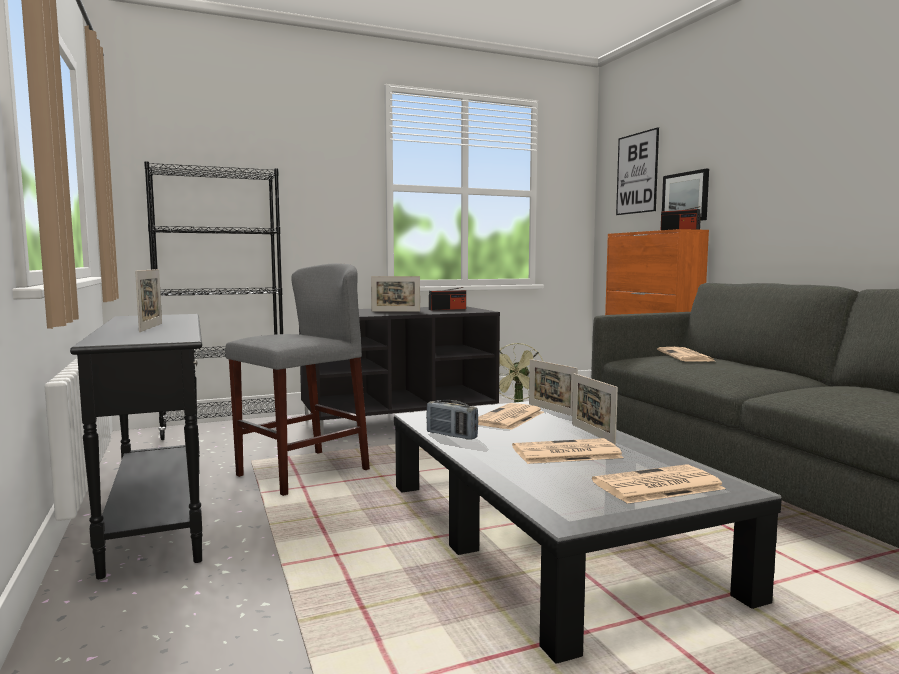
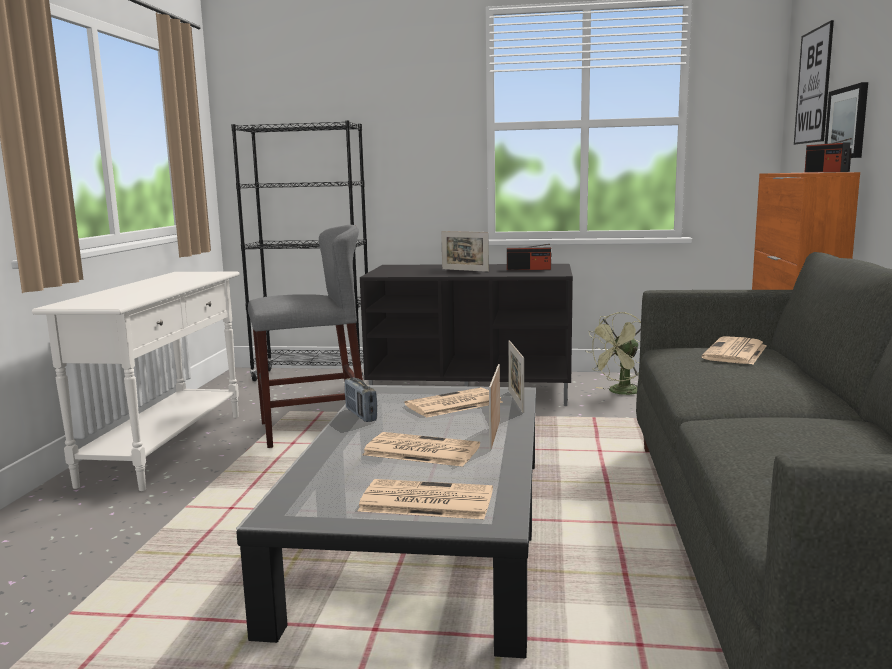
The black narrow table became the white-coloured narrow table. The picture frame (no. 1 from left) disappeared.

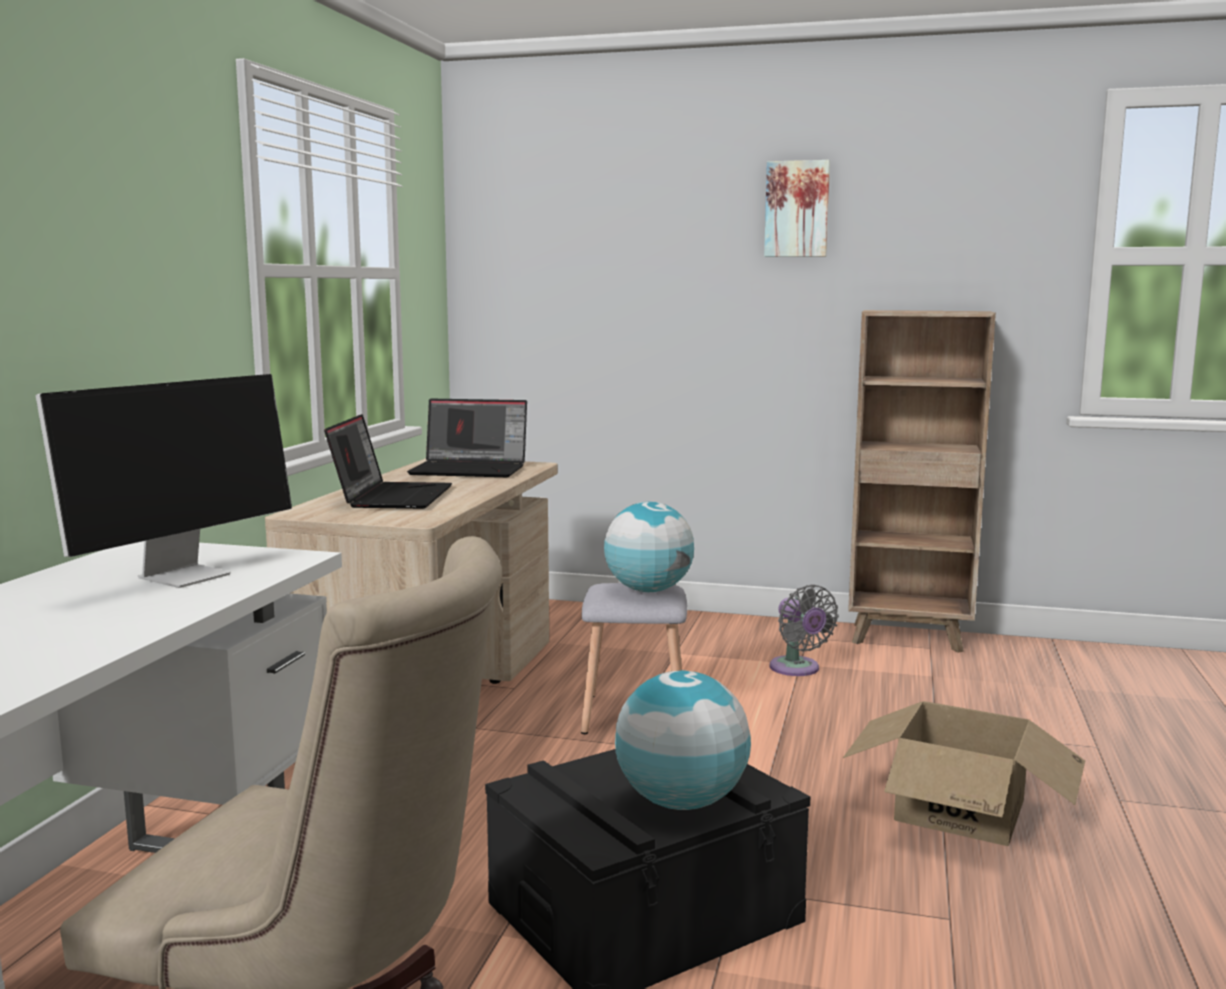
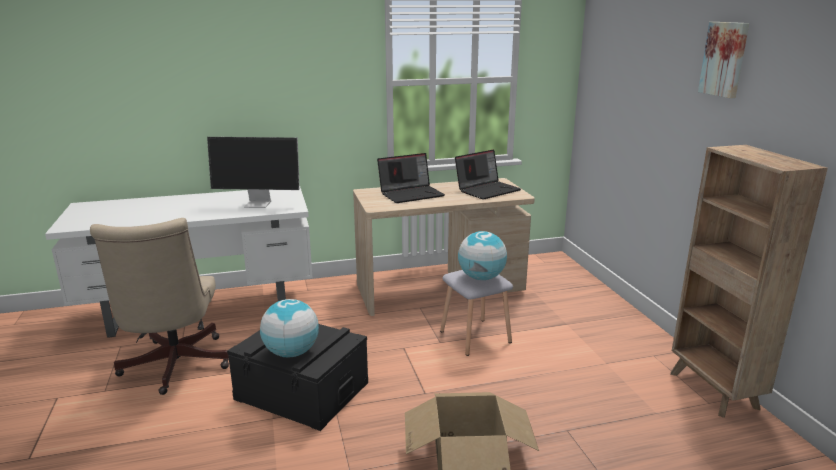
The notebook computer (no. 2 from left) turned 105 degrees counterclockwise. The gray electric fan disappeared.

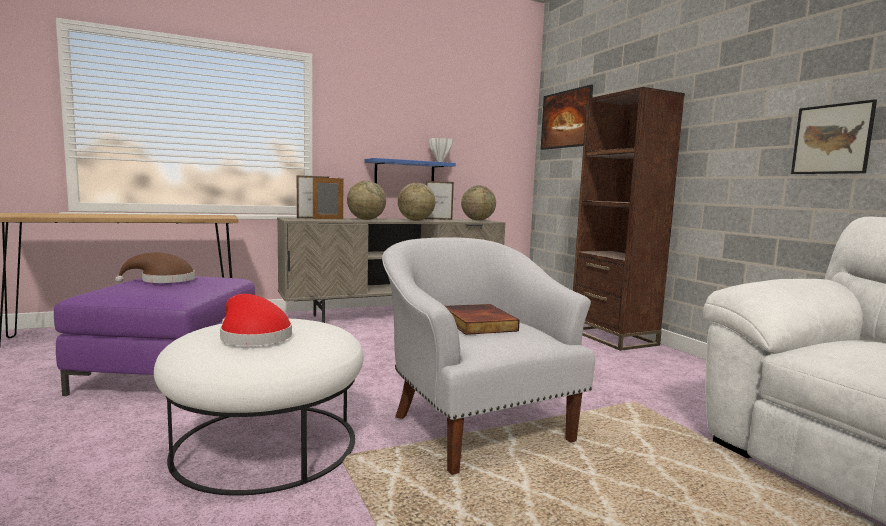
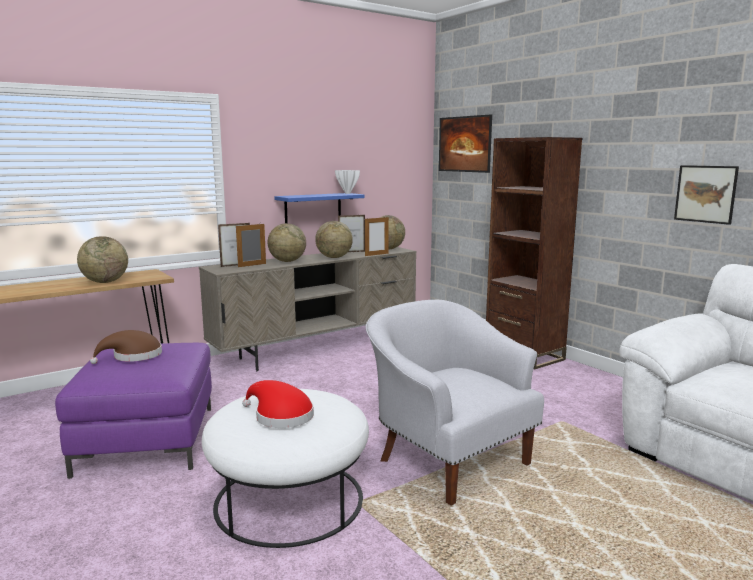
The world globe (no. 1 from left) appeared. The picture frame (no. 4 from left) appeared. The bound book disappeared.

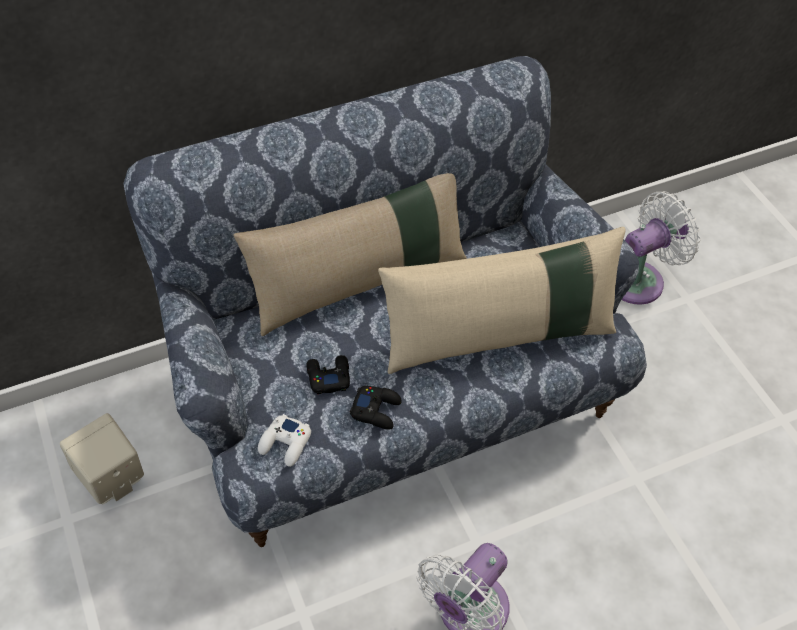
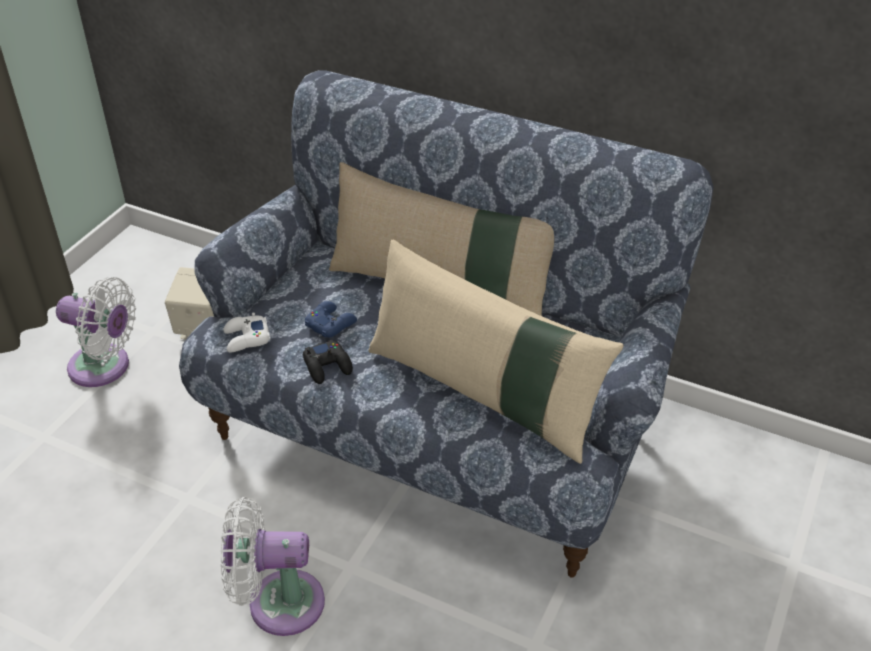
The white-coloured electric fan (no. 2 from left in the first image) moved. The black gamepad (no. 1 from left) became the blue-coloured gamepad.

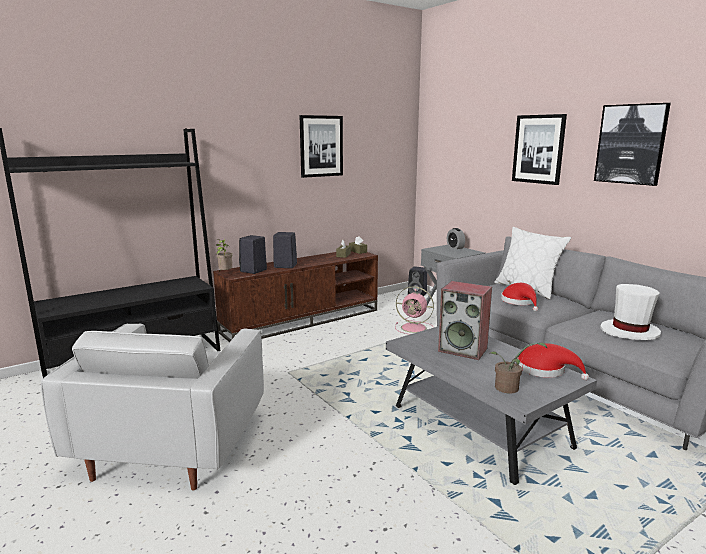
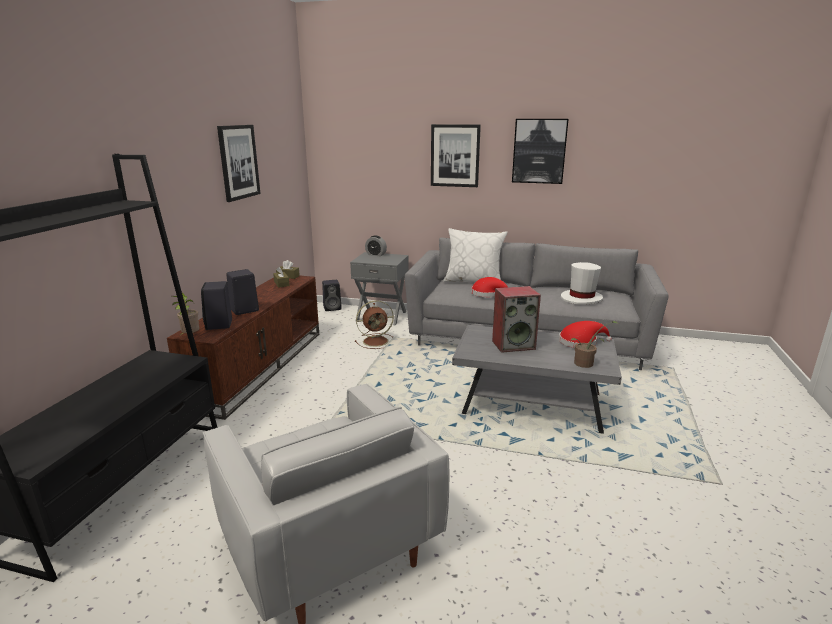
The pink electric fan became the brown electric fan.

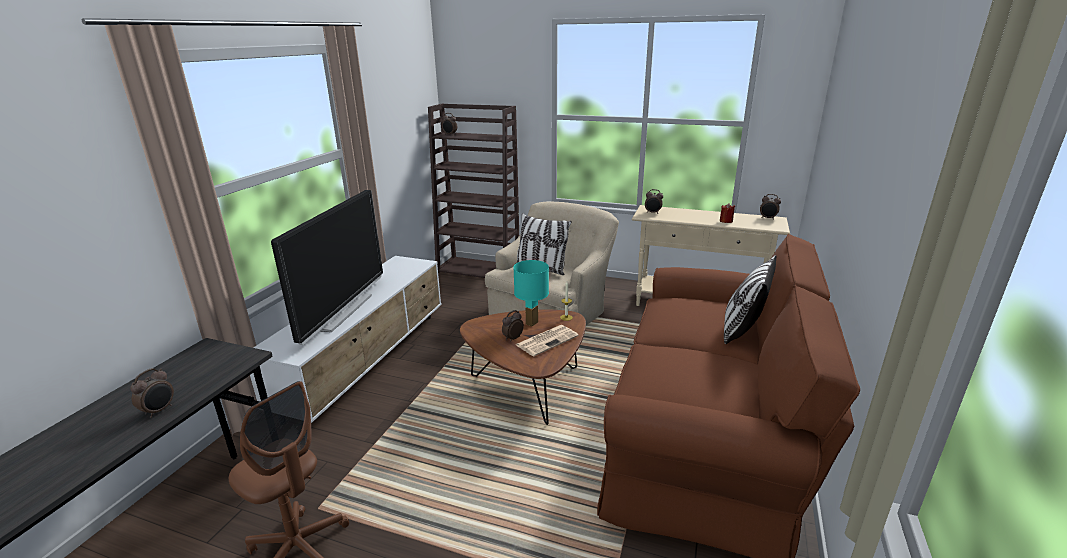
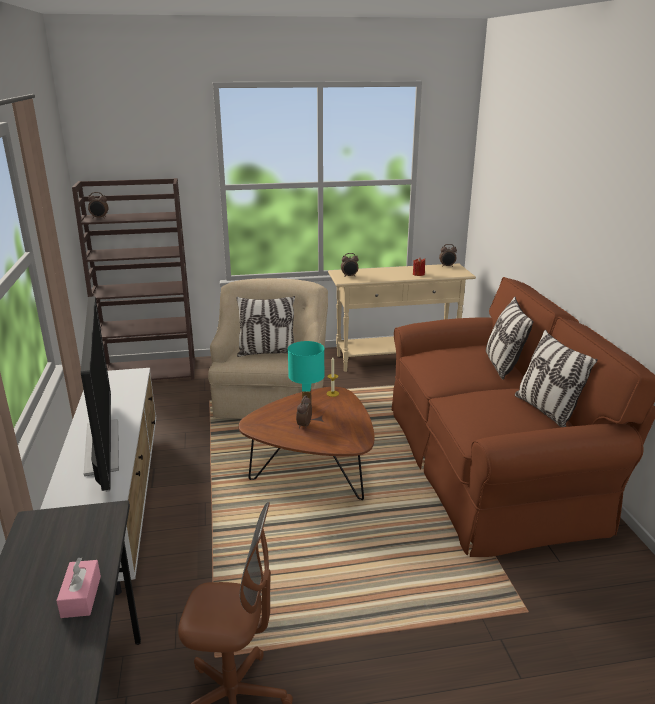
The alarm clock (no. 1 from left) was replaced by the pink box of tissues. The throw pillow (no. 3 from left) appeared. The newspaper disappeared.

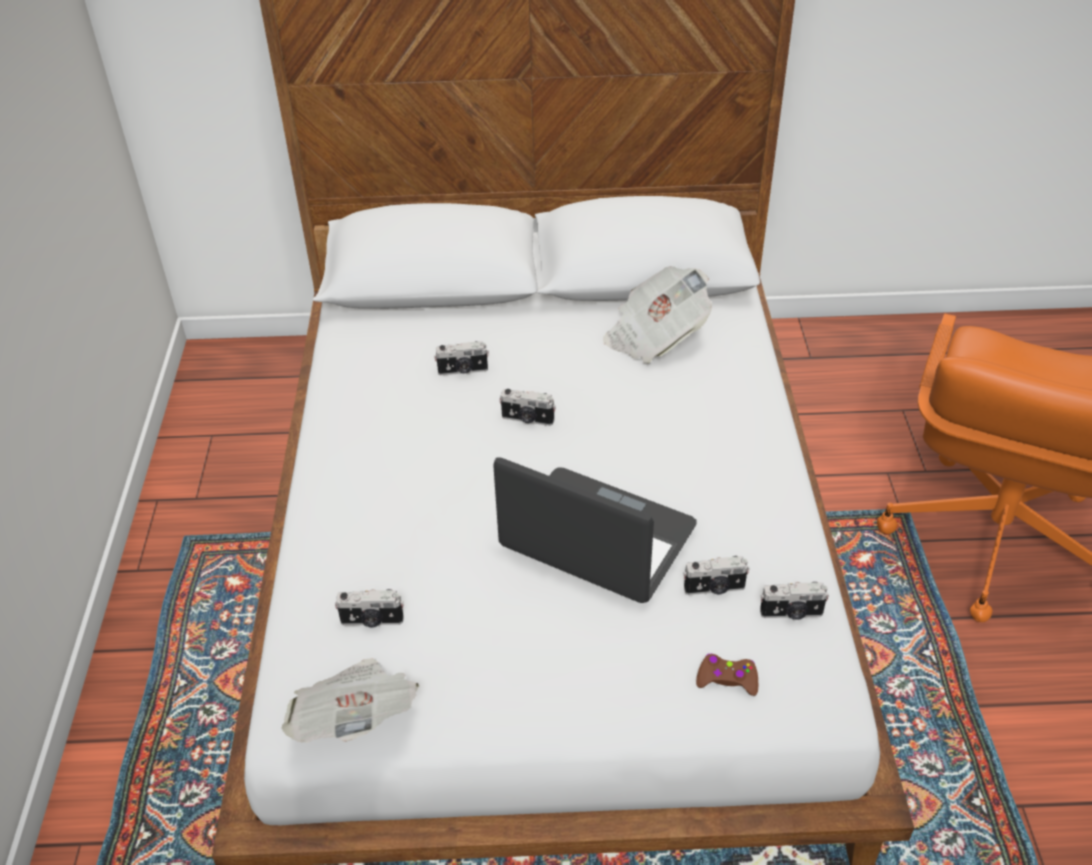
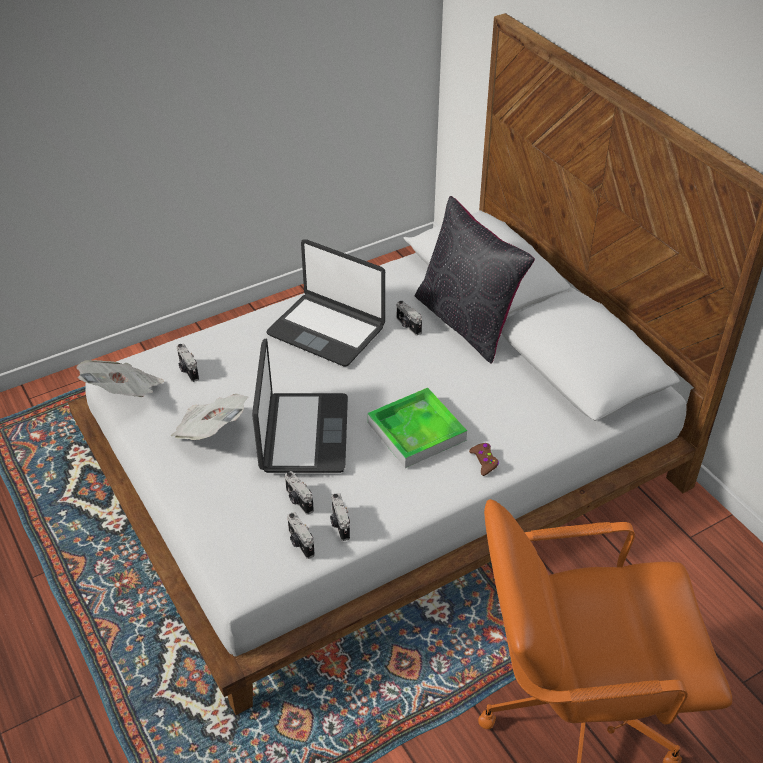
The newspaper (no. 2 from left) moved. The notebook computer (no. 2 from left) appeared. The still camera (no. 3 from left in the first image) moved. The carrying tray appeared. The black throw pillow appeared. The brown gamepad moved.

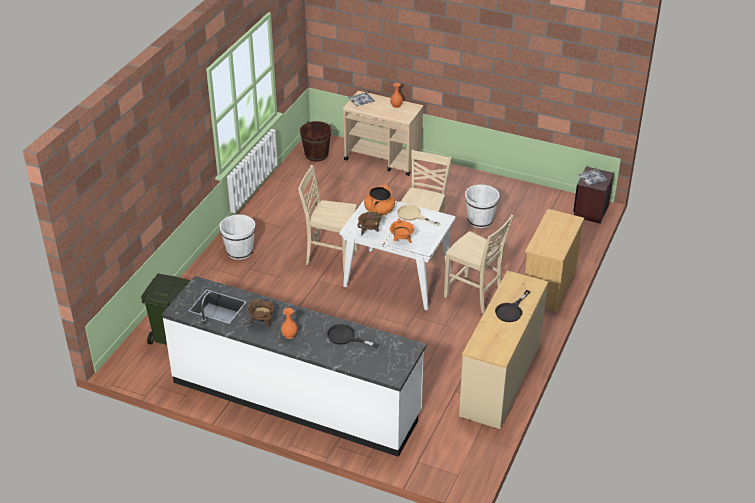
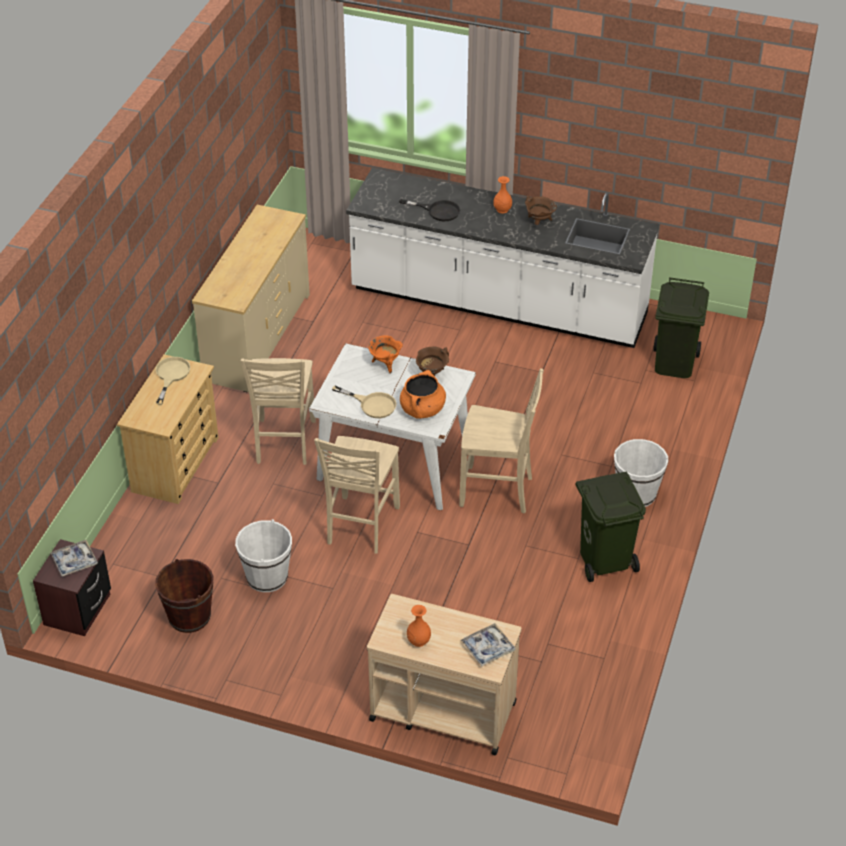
The sand-coloured pan (no. 1 from left) appeared. The brown bucket moved. The sand-coloured plain chair (no. 3 from left in the first image) turned 120 degrees counterclockwise. The green-coloured rubbish bin (no. 1 from left) appeared. The black pan (no. 2 from left) disappeared.

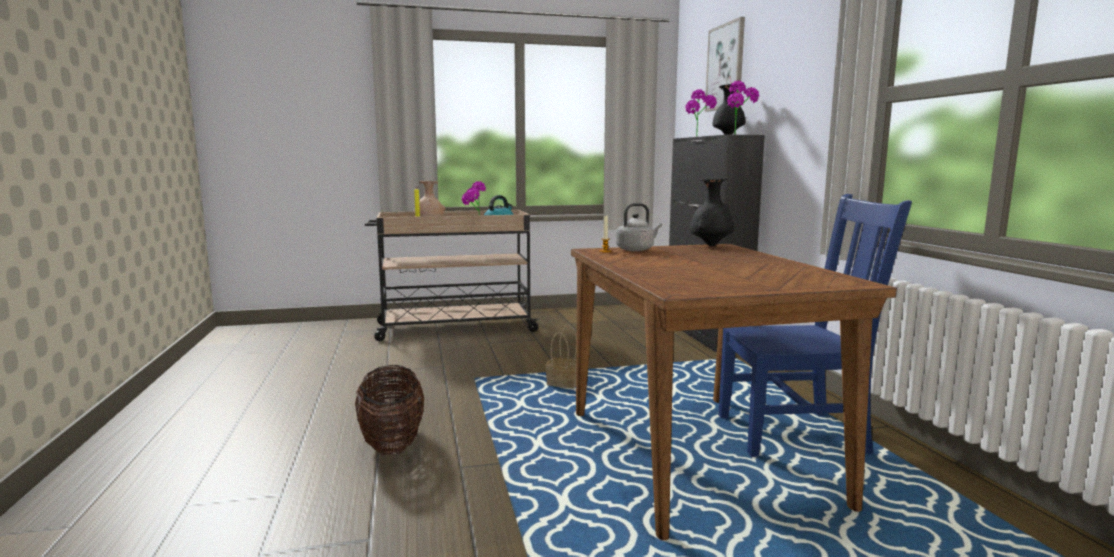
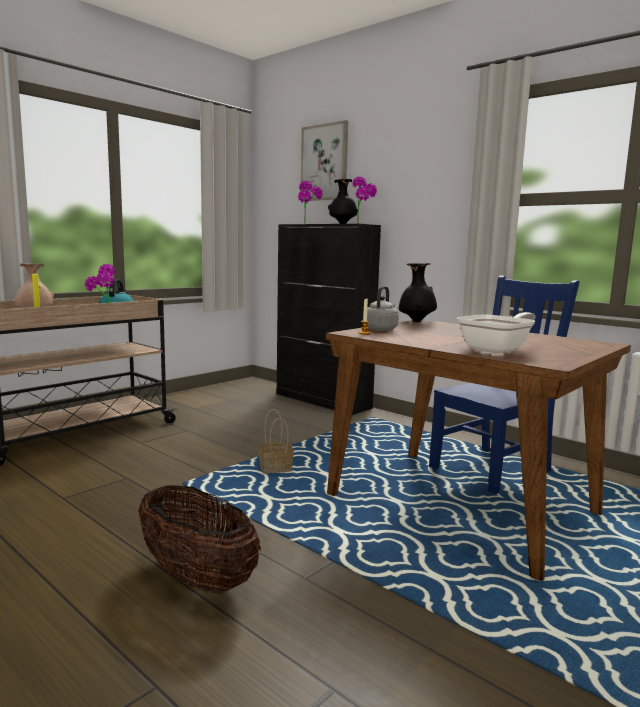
The pan appeared.

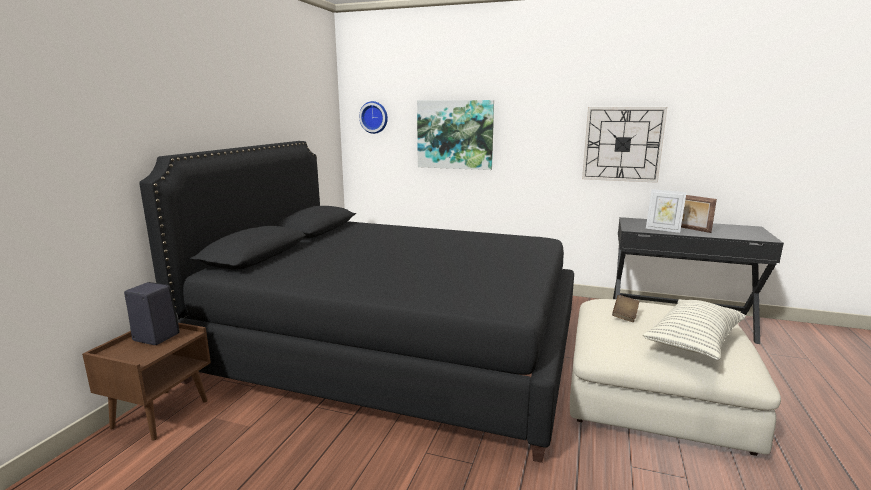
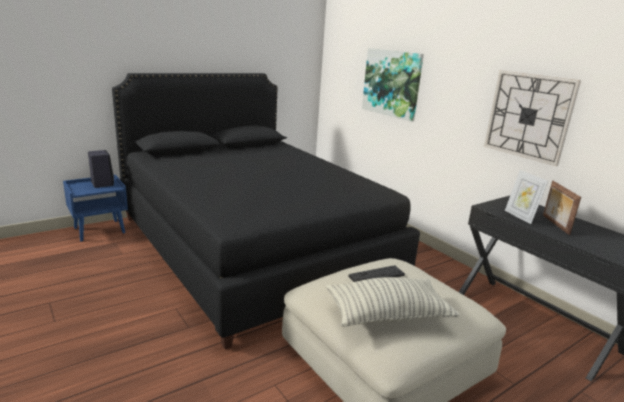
The brown nightstand became the blue-coloured nightstand. The brown bound book was replaced by the keyboard. The wall clock (no. 1 from left) disappeared.

